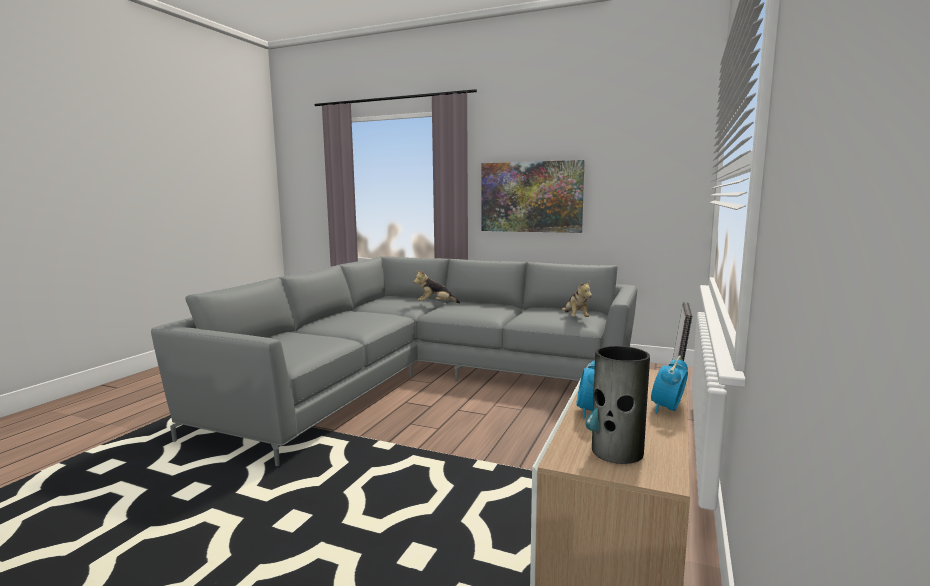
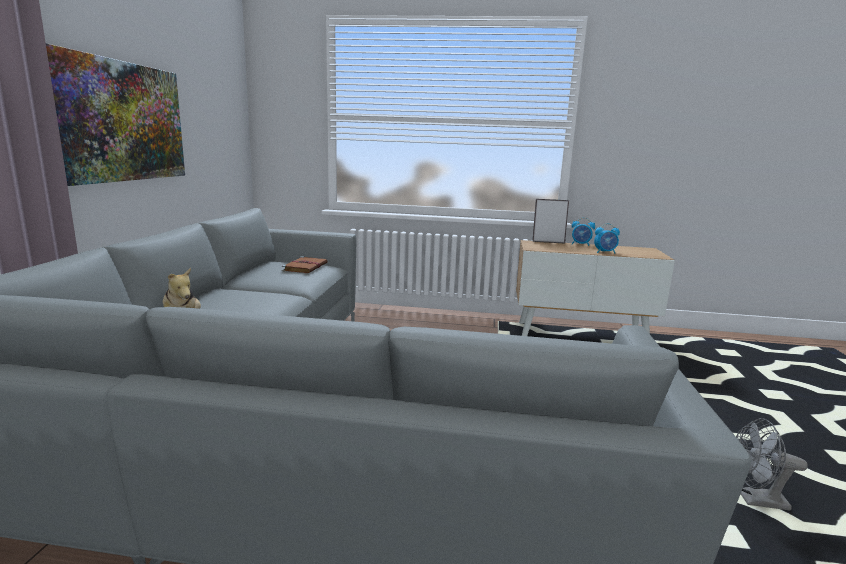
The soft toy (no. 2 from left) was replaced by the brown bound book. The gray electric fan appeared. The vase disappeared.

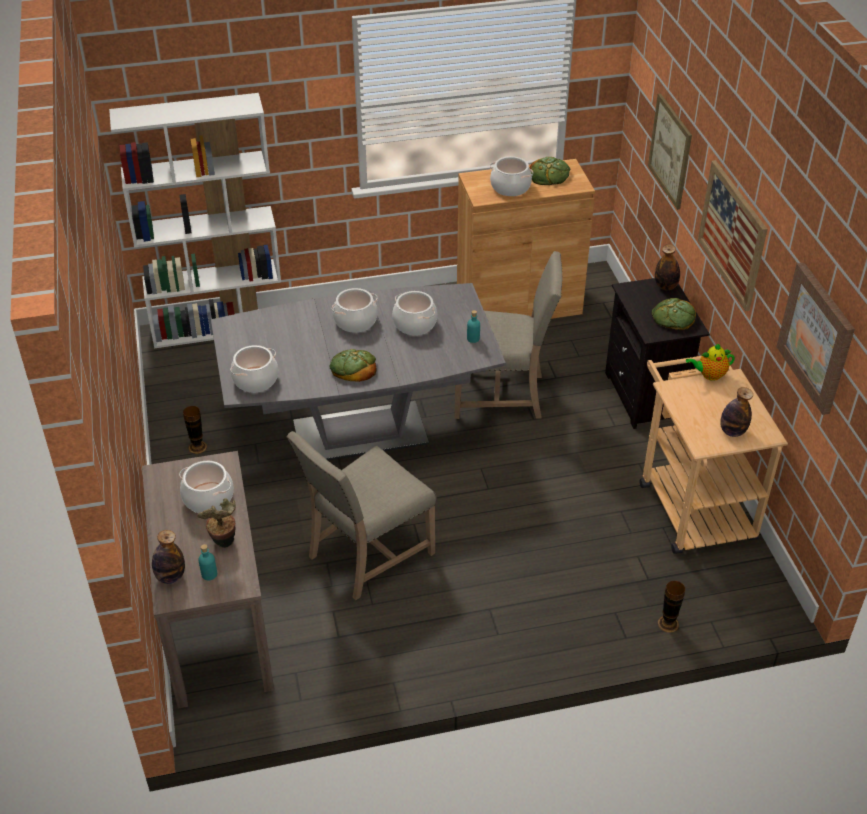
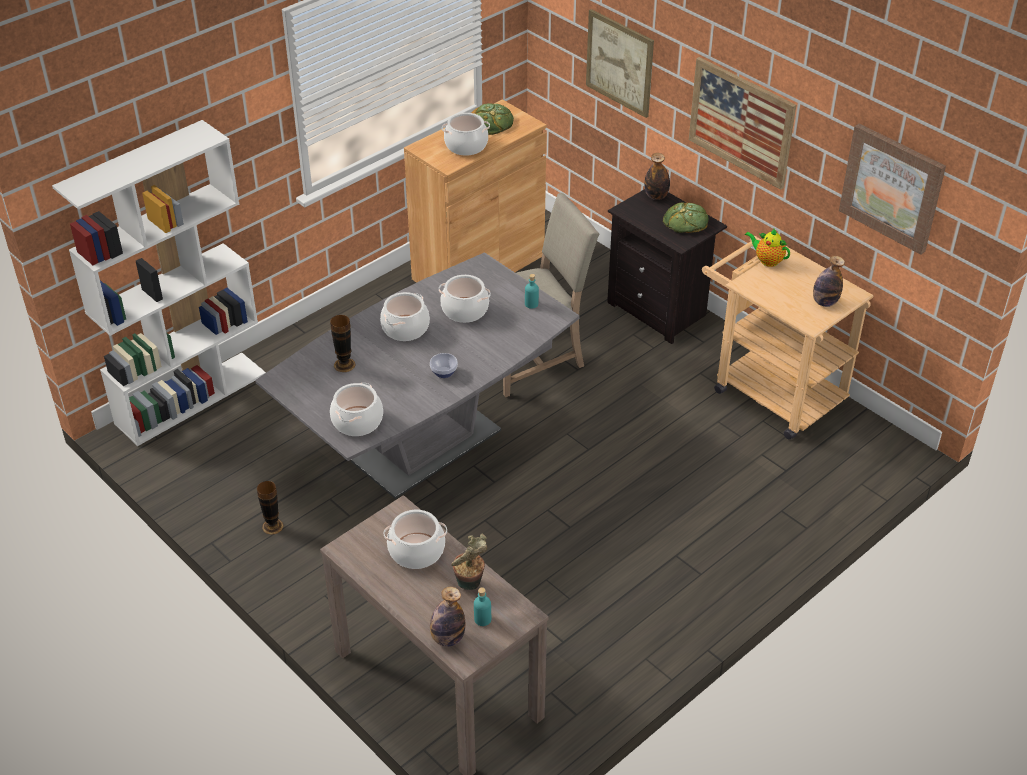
The vase (no. 2 from left) moved. The baked bread (no. 1 from left) was replaced by the bowl. The pot for tea turned 75 degrees clockwise. The sand-coloured plain chair (no. 1 from left) disappeared.

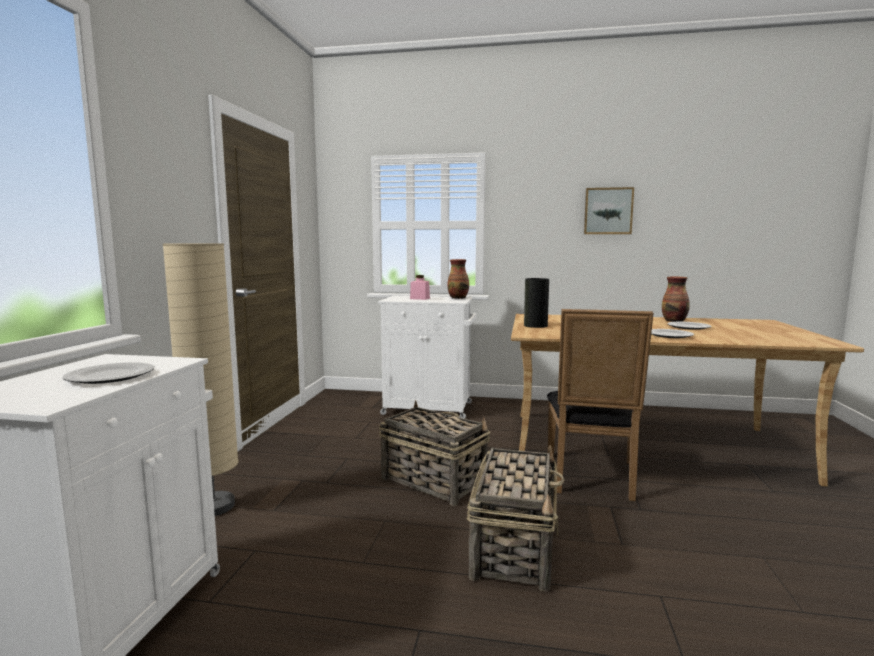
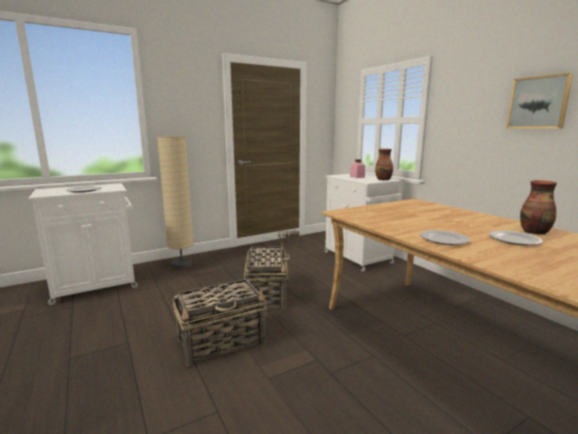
The vase (no. 2 from left) disappeared. The black plain chair disappeared.

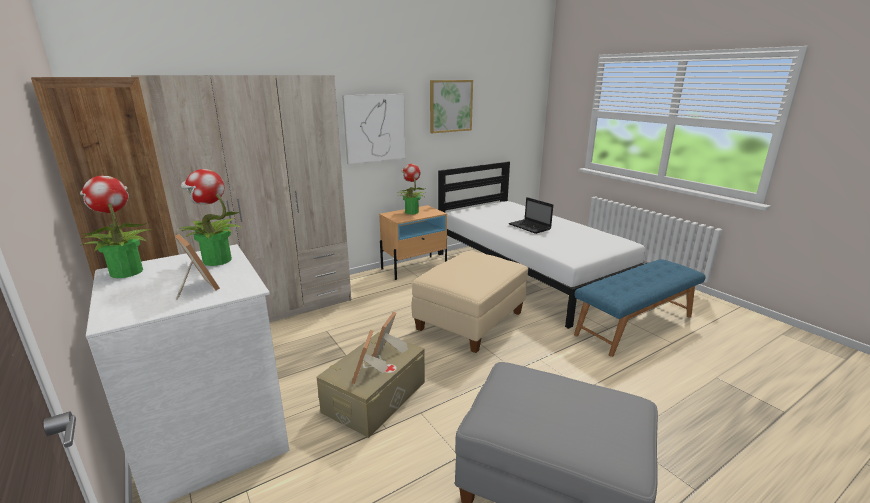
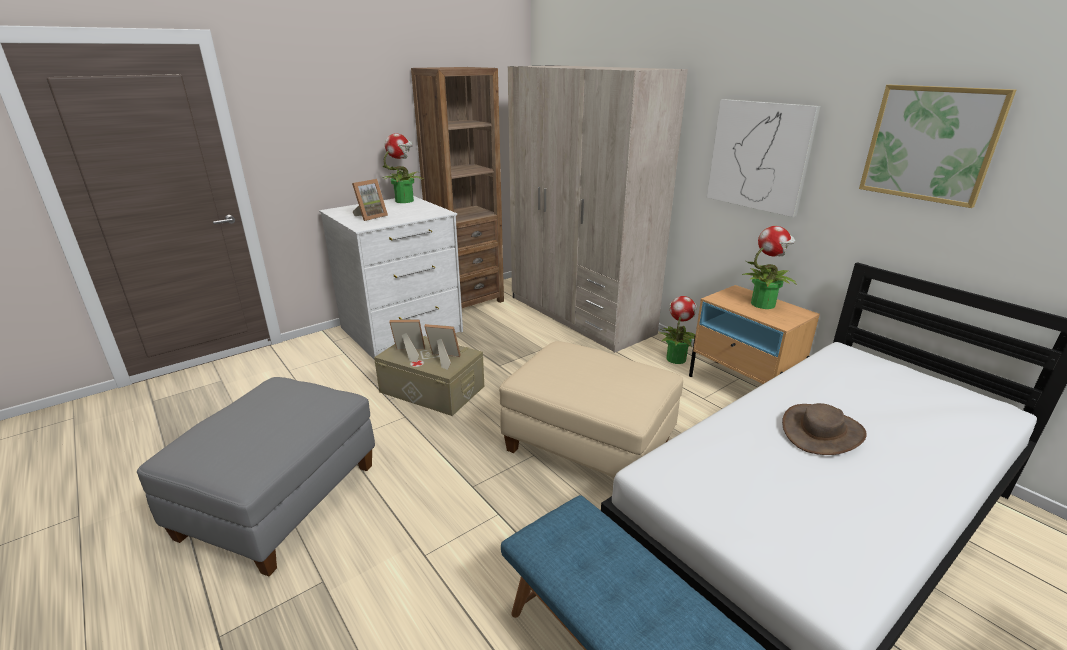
The houseplant (no. 2 from left) moved. The notebook computer was replaced by the brown wearable hat.

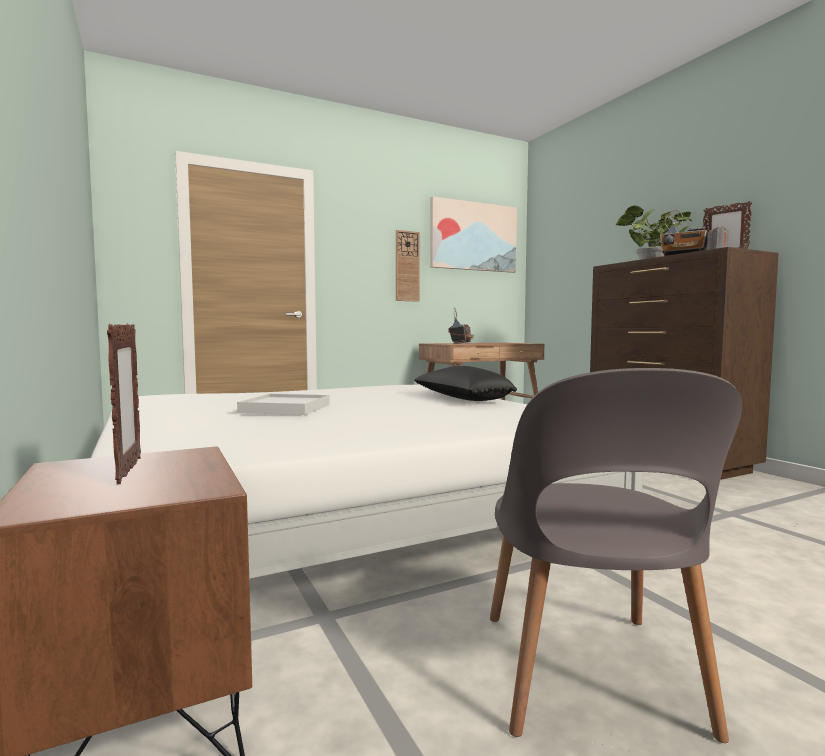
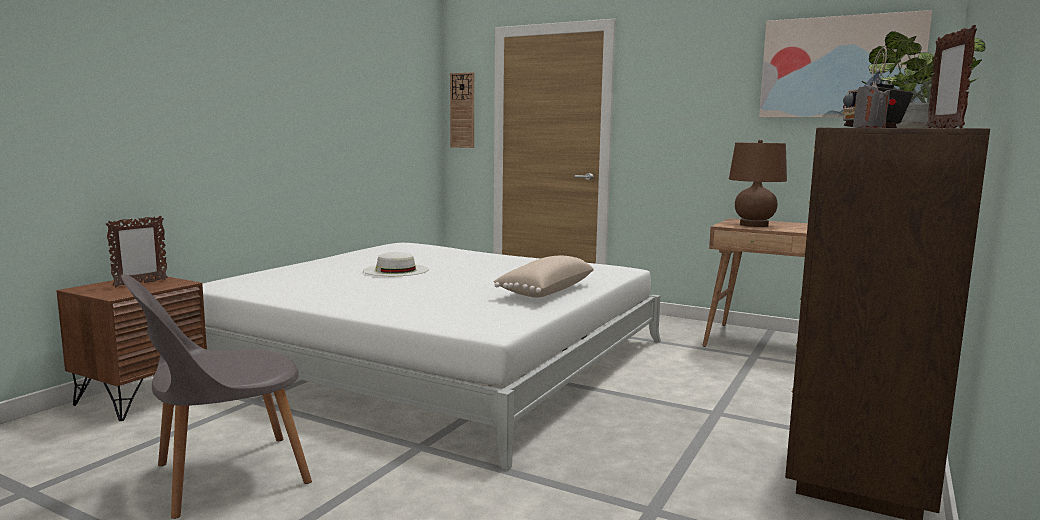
The white-coloured carrying tray was replaced by the white-coloured wearable hat. The wall clock moved. The black throw pillow became the sand-coloured throw pillow. The radio set (no. 1 from left) was replaced by the brown table lamp.

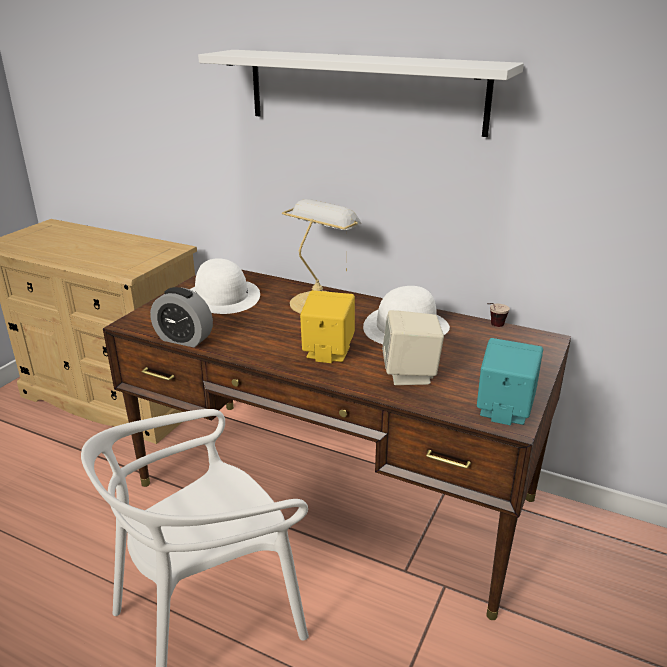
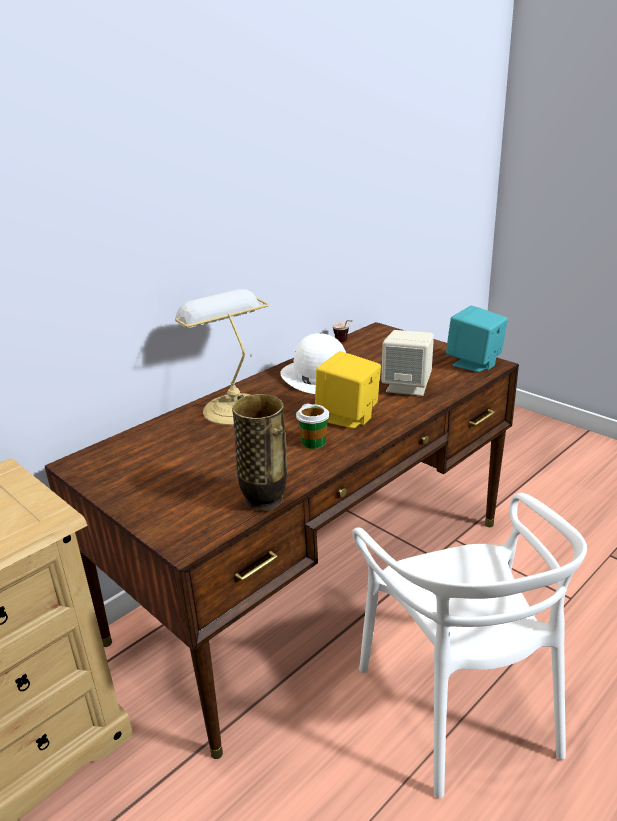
The alarm clock was replaced by the vase. The cup (no. 1 from left) appeared. The white-coloured wearable hat (no. 1 from left) disappeared. The white-coloured bracket shelf disappeared.

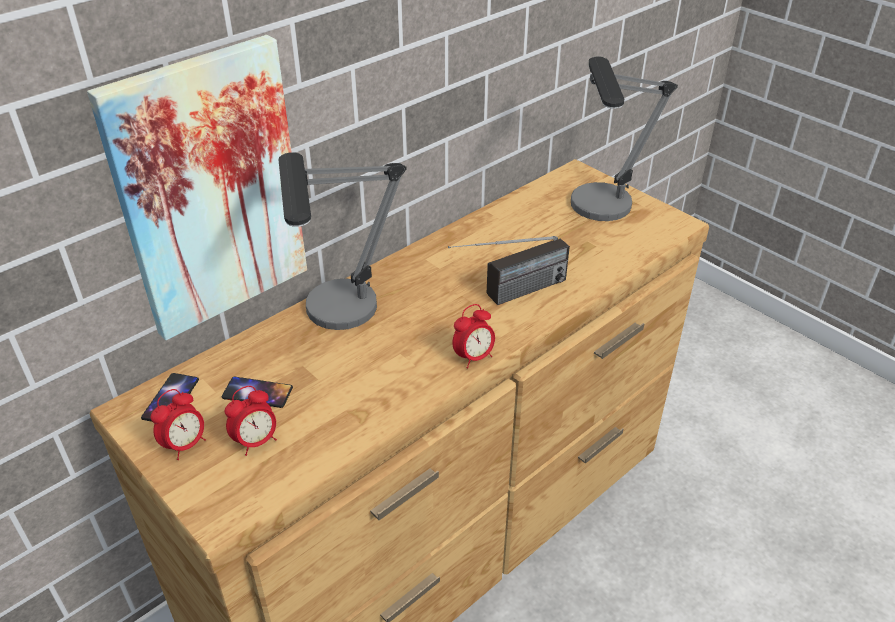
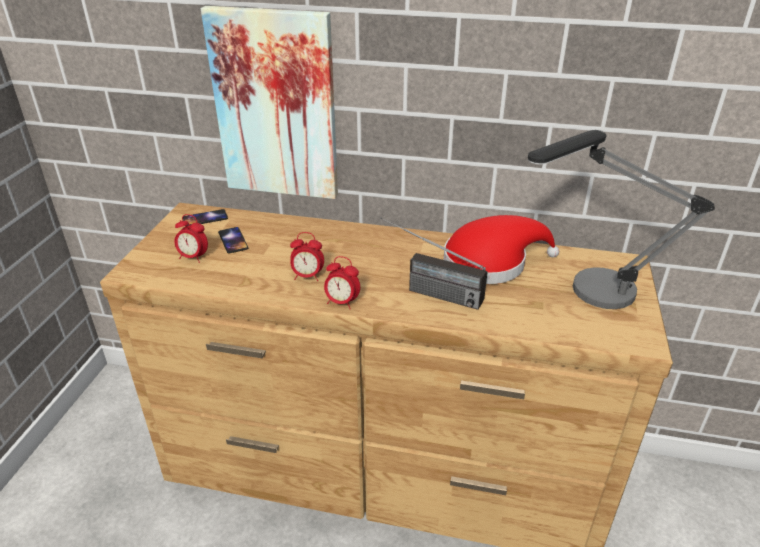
The alarm clock (no. 1 from left in the first image) moved. The red wearable hat appeared. The table lamp (no. 1 from left) disappeared.

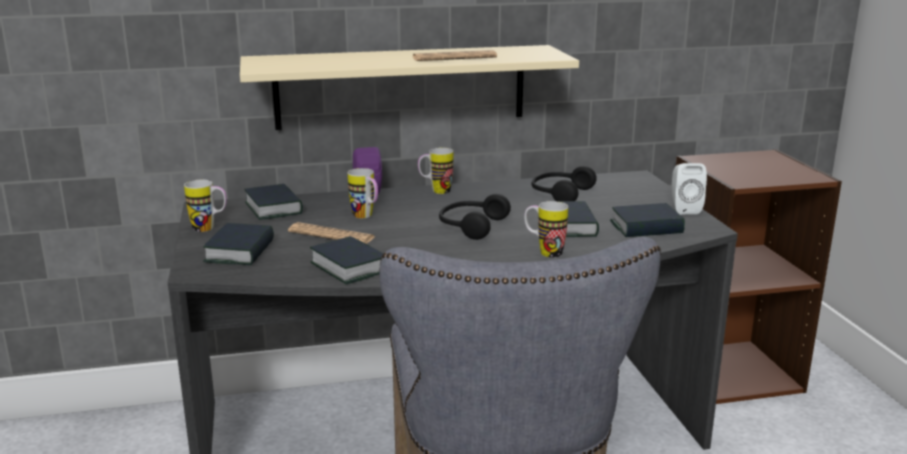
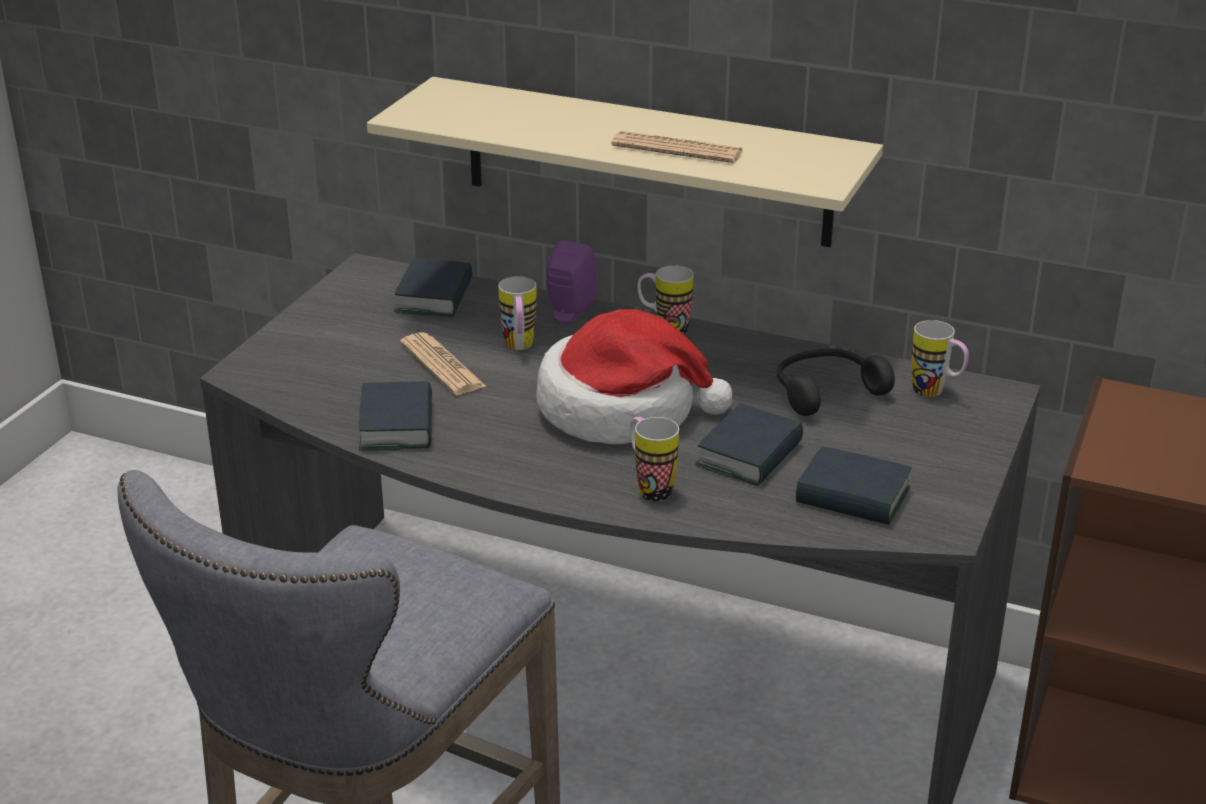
The black headphones (no. 1 from left) was replaced by the wearable hat. The coffee mug (no. 1 from left in the first image) moved. The bound book (no. 1 from left) disappeared. The white-coloured loudspeaker disappeared.

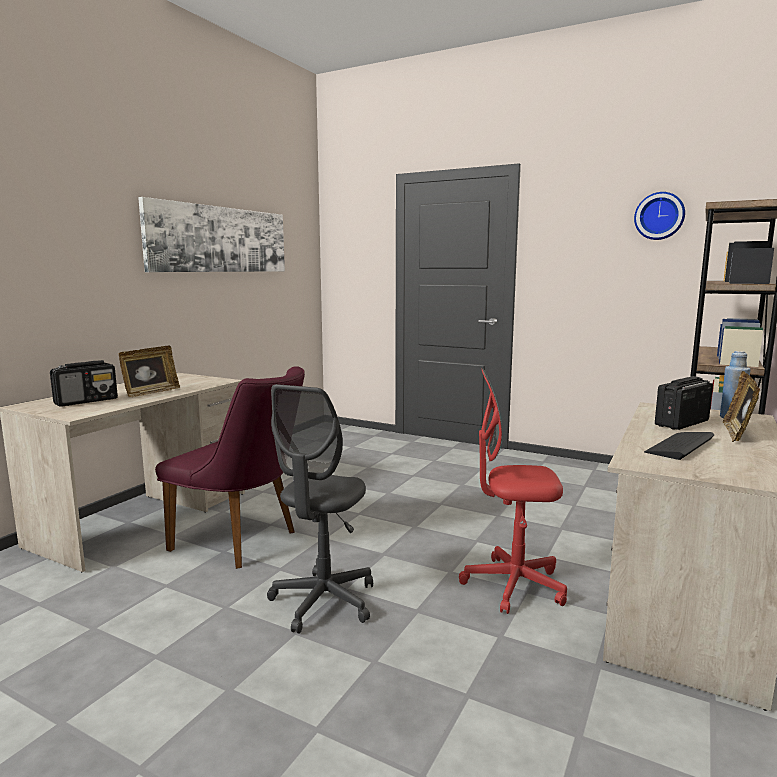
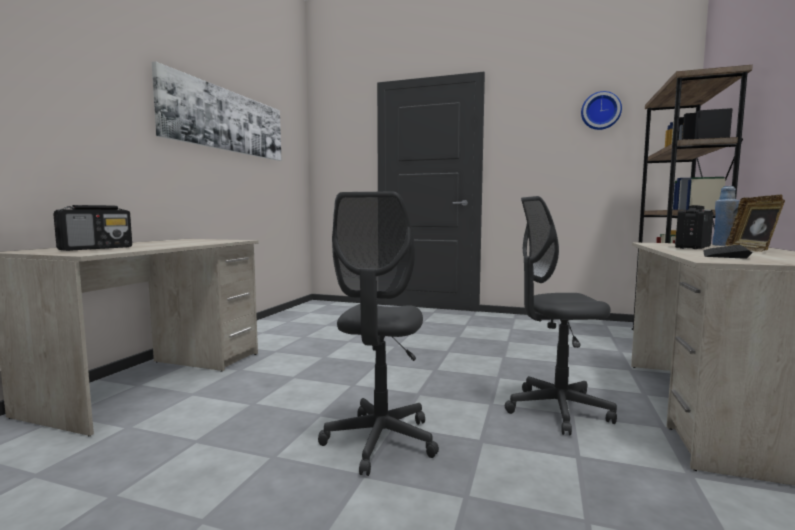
The red desk chair became the gray desk chair (no. 2 from left). The picture frame (no. 1 from left) disappeared. The purple plain chair disappeared.

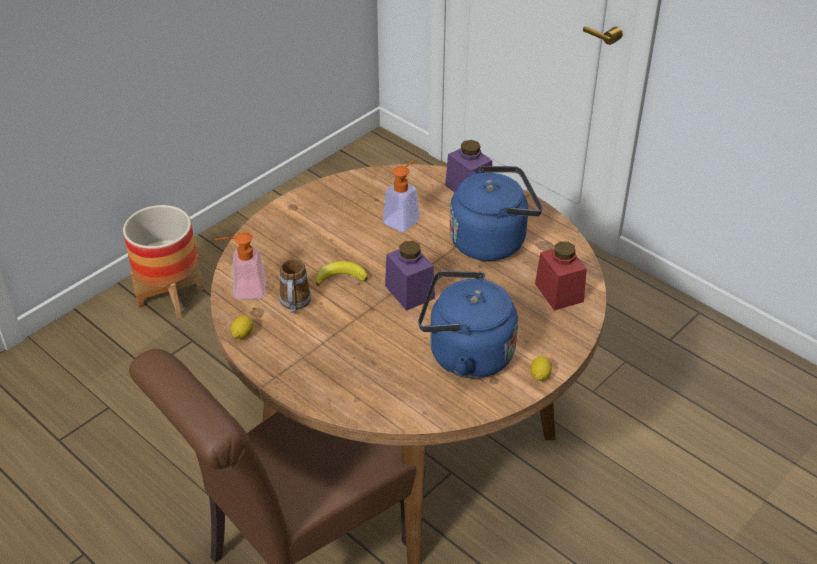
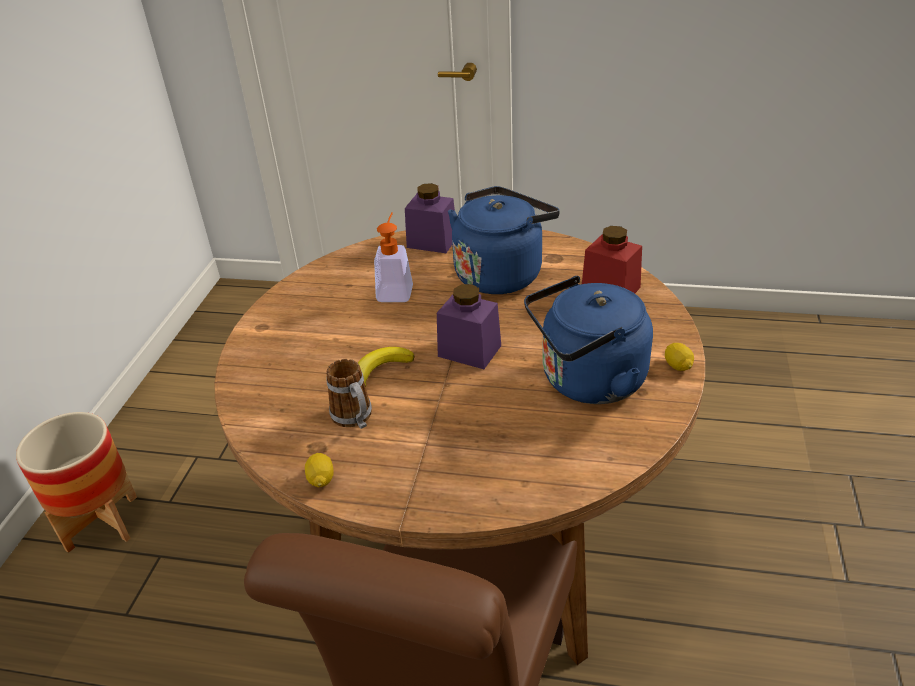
The soap dispenser (no. 1 from left) disappeared.

